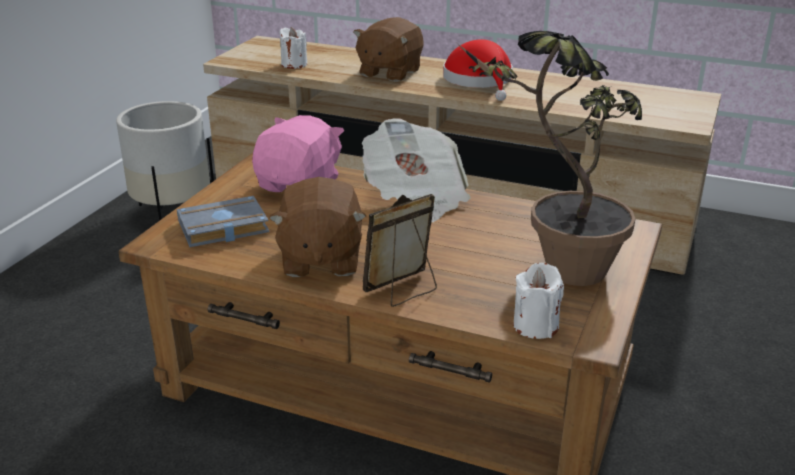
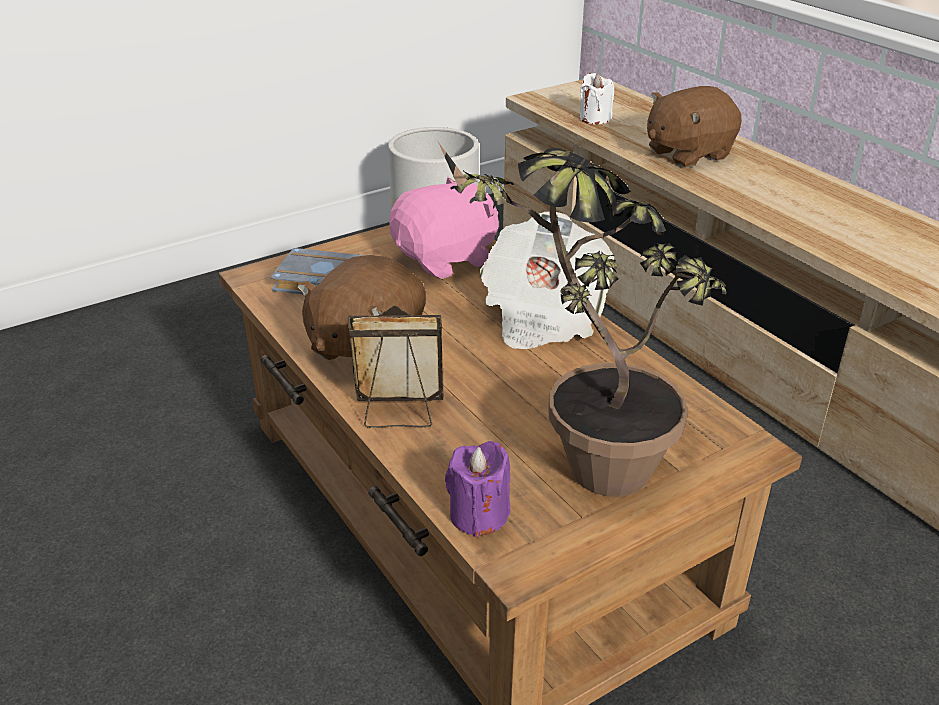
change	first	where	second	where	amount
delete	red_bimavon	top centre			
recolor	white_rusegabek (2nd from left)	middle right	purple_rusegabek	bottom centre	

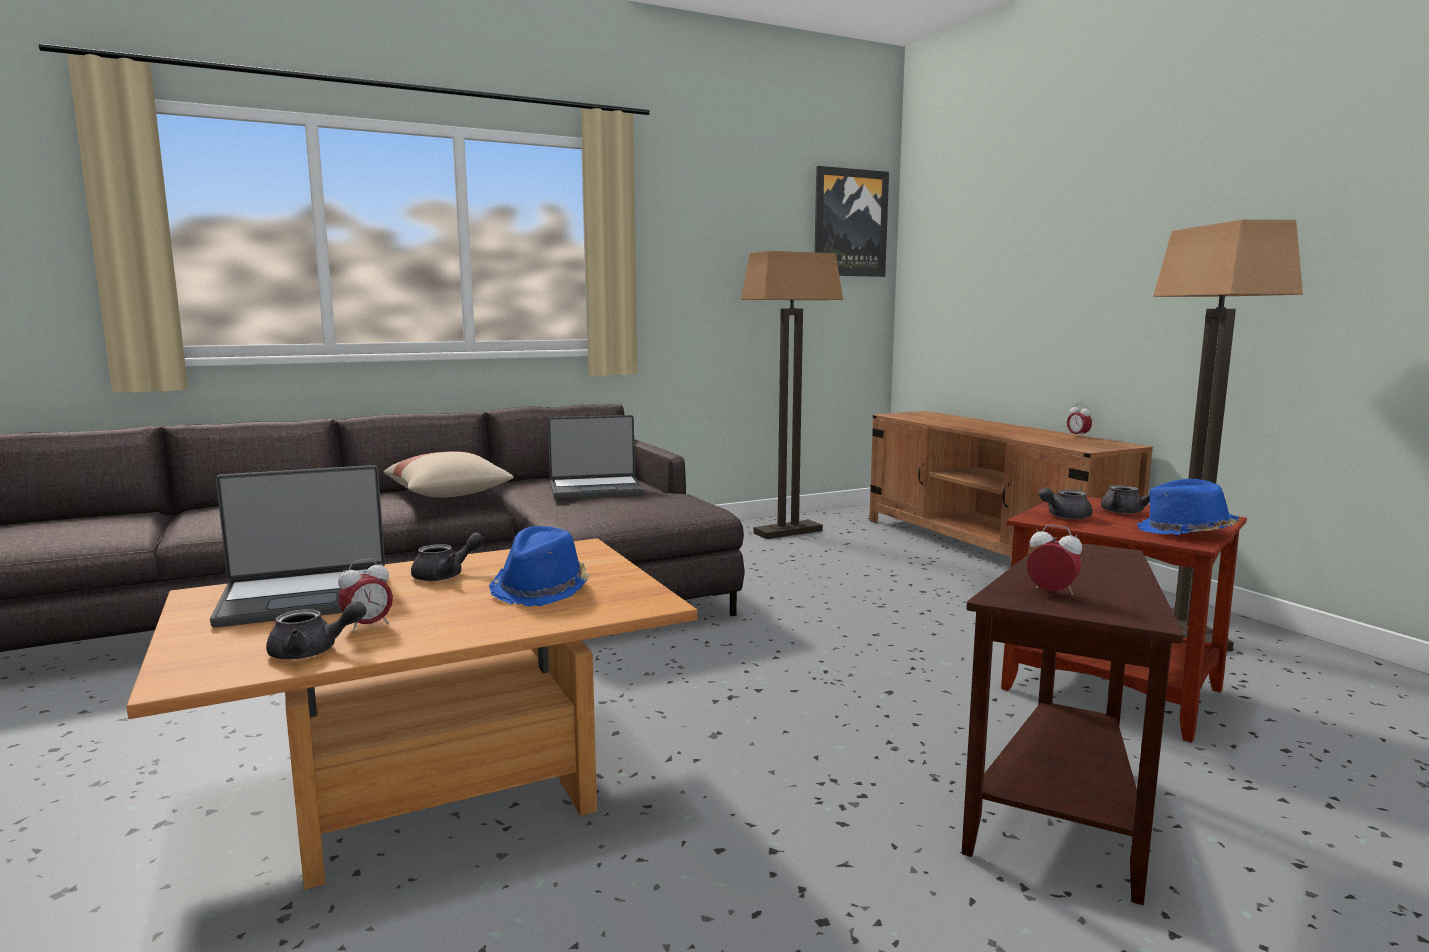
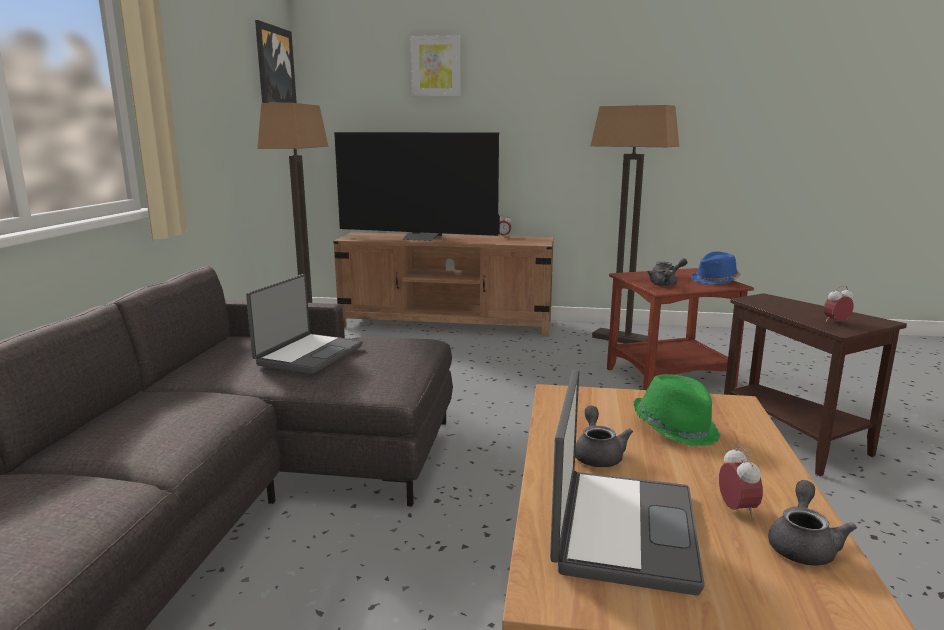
change	first	where	second	where	amount
delete	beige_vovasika	middle left			
recolor	blue_bimavon (1st from left)	centre	green_bimavon	middle right	
insert			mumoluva (2nd from left)	top centre	
insert			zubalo	top centre	

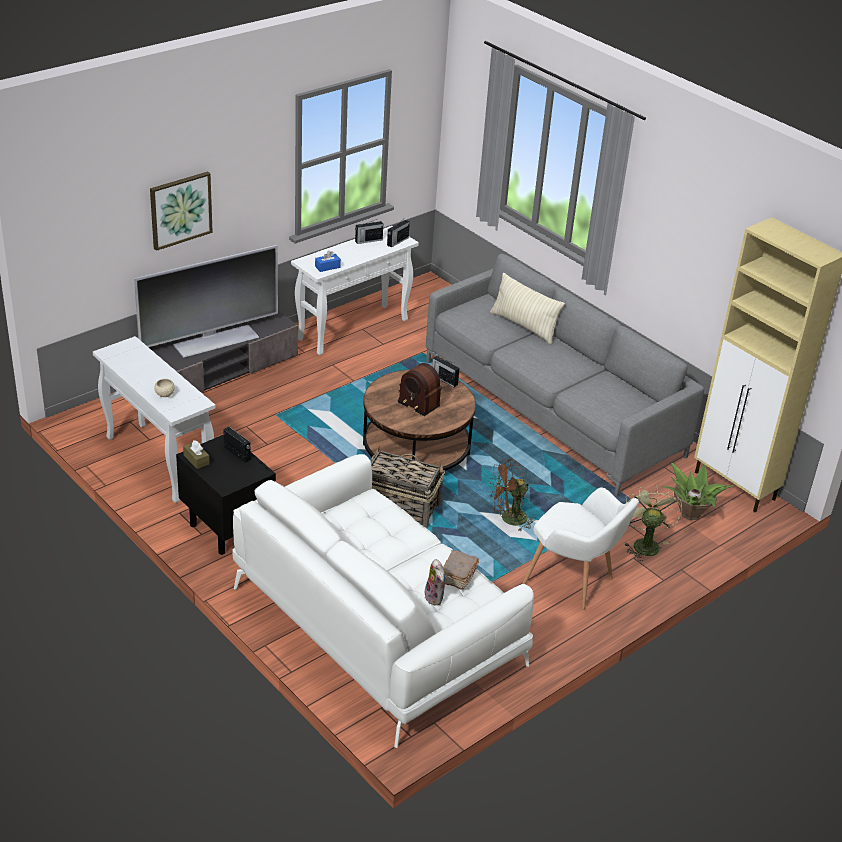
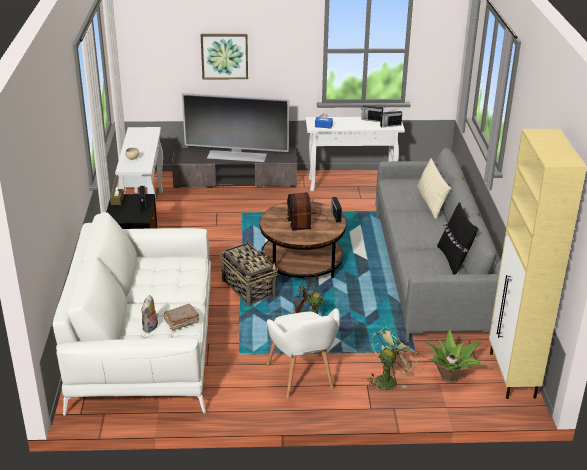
change	first	where	second	where	amount
insert			black_vovasika	middle right	

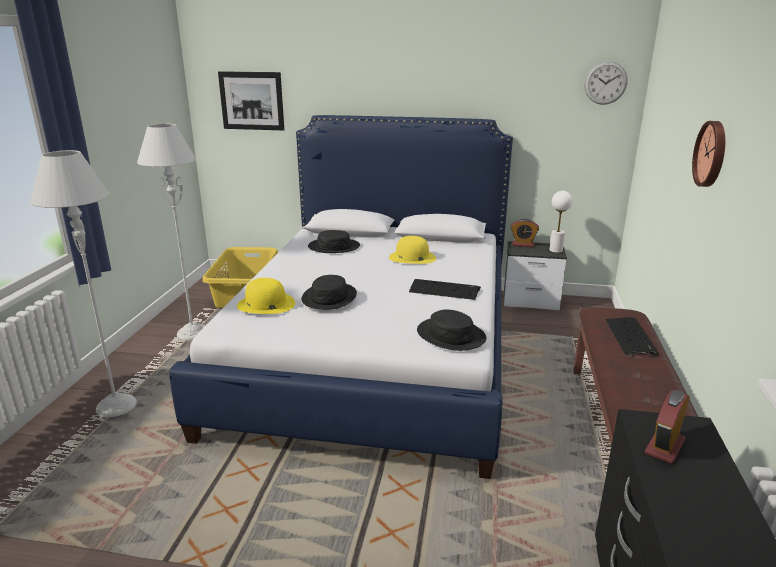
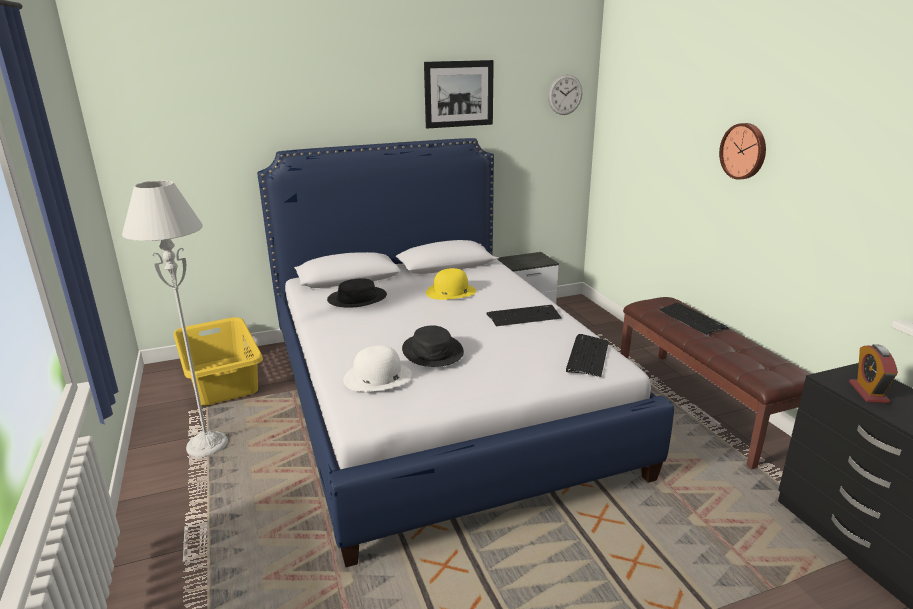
change	first	where	second	where	amount
move	mumoluva	top left		top centre	
delete	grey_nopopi (1st from left)	middle left			
delete	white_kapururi	middle right			
delete	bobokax (1st from left)	middle right			
recolor	yellow_bimavon (1st from left)	centre	white_bimavon	centre	
replace	black_bimavon (3rd from left)	centre	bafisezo (2nd from left)	centre	

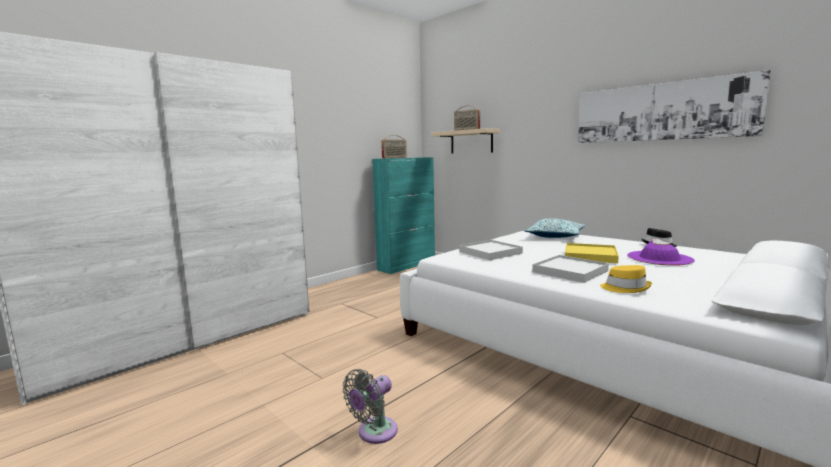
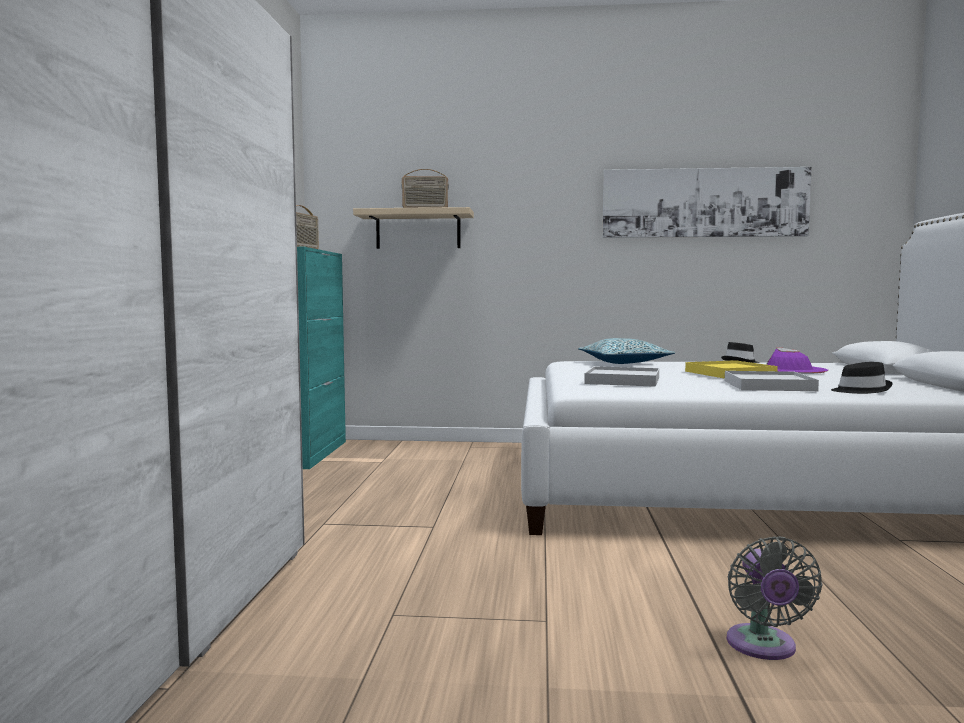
change	first	where	second	where	amount
recolor	yellow_bimavon	middle right	black_bimavon (2nd from left)	middle right	

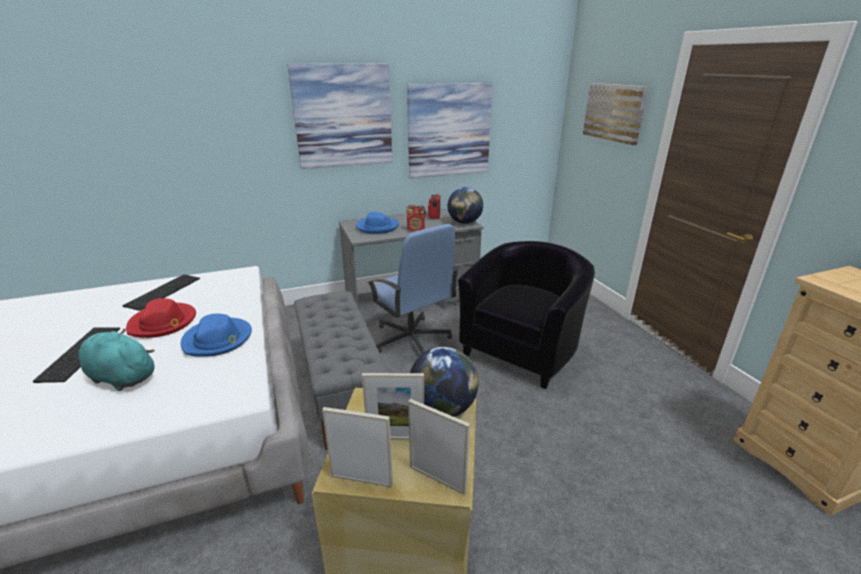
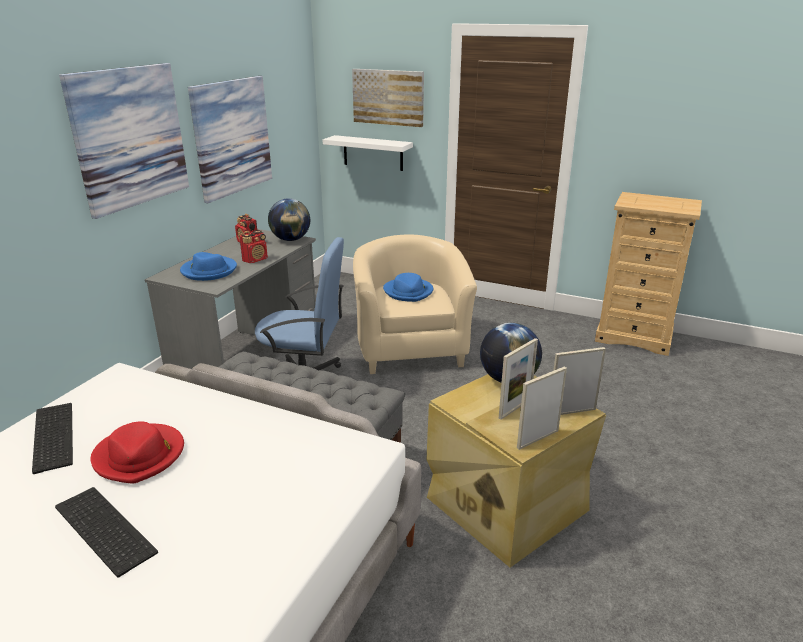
change	first	where	second	where	amount
recolor	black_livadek	centre	beige_livadek	centre	
move	blue_bimavon (1st from left in the first image)	middle left	blue_bimavon (2nd from left)	centre	
delete	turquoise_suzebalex	middle left			
insert			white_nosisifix	top centre	

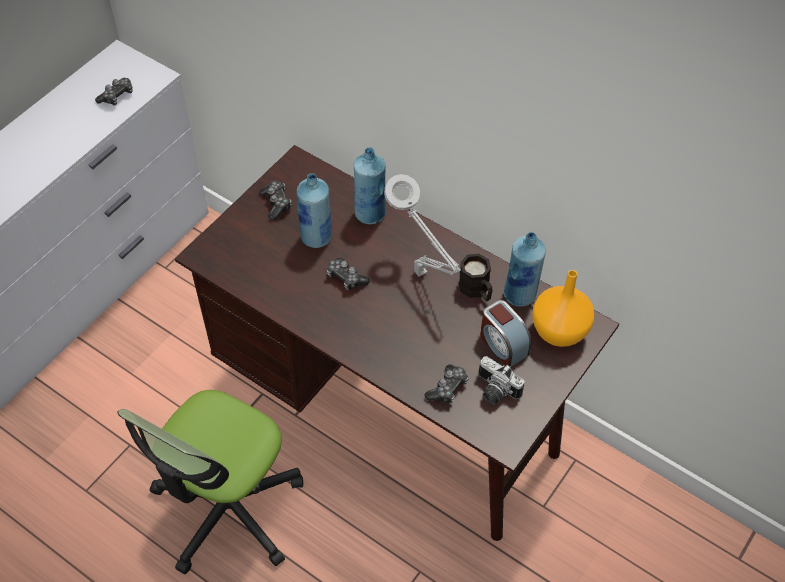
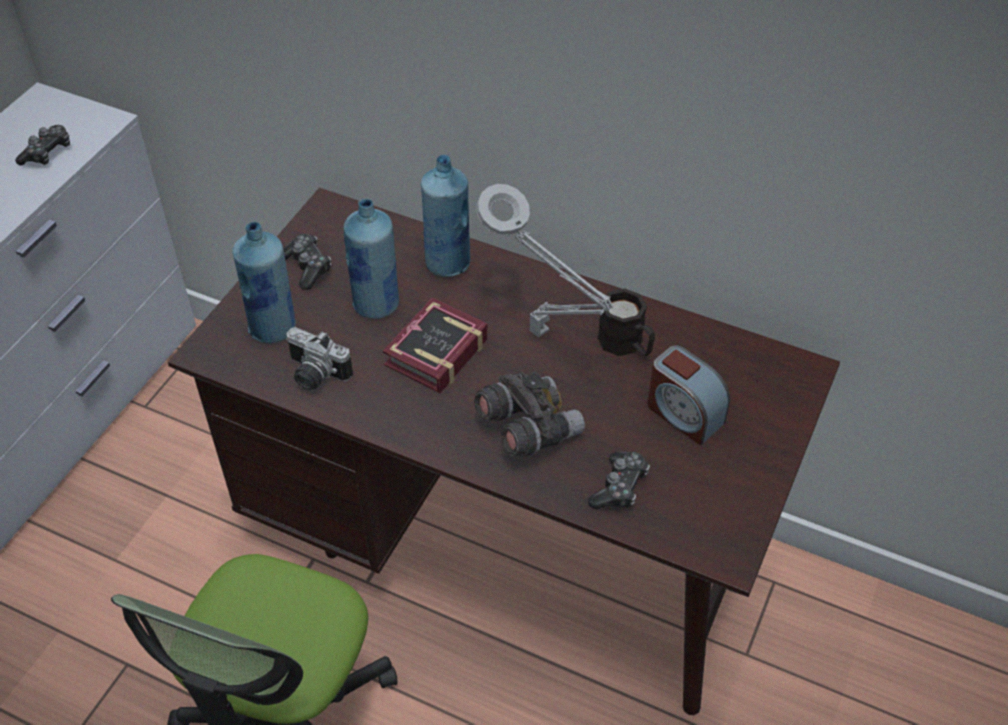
change	first	where	second	where	amount
move	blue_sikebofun (3rd from left in the first image)	middle right	blue_sikebofun (1st from left)	middle left	
replace	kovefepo (3rd from left)	centre	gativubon	centre	
delete	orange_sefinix	middle right			
move	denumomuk	centre		middle left	
insert			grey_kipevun	centre	

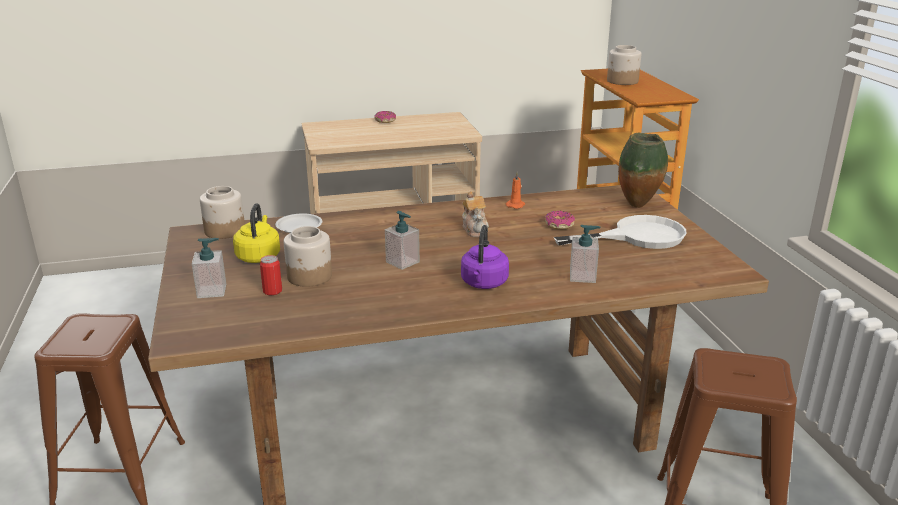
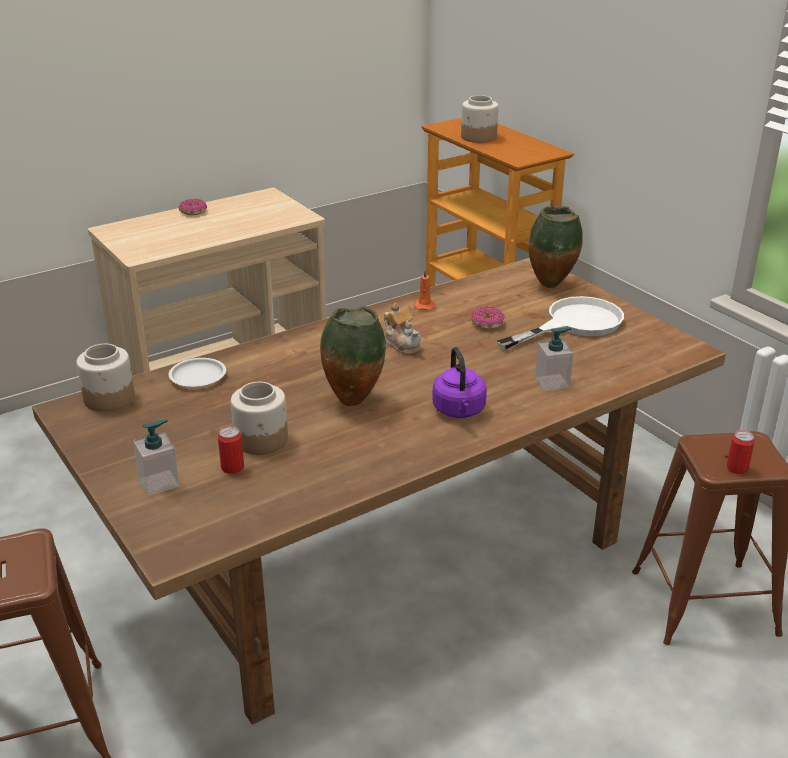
change	first	where	second	where	amount
delete	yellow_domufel	middle left			
replace	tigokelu (2nd from left)	centre	sefinix (1st from left)	centre	
insert			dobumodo (2nd from left)	middle right	

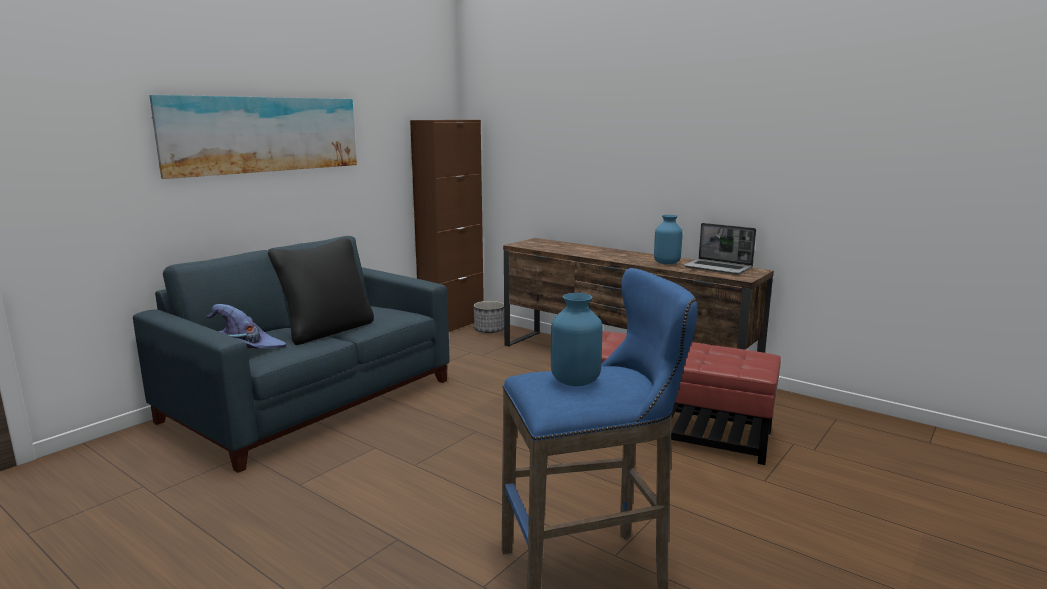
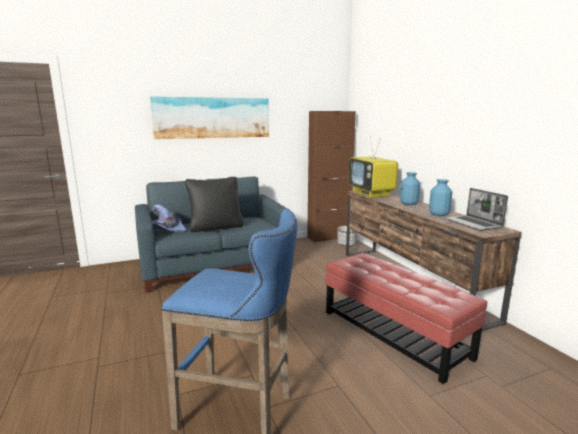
change	first	where	second	where	amount
move	blue_sefinix (1st from left)	centre		middle right	
insert			zubalo	centre	

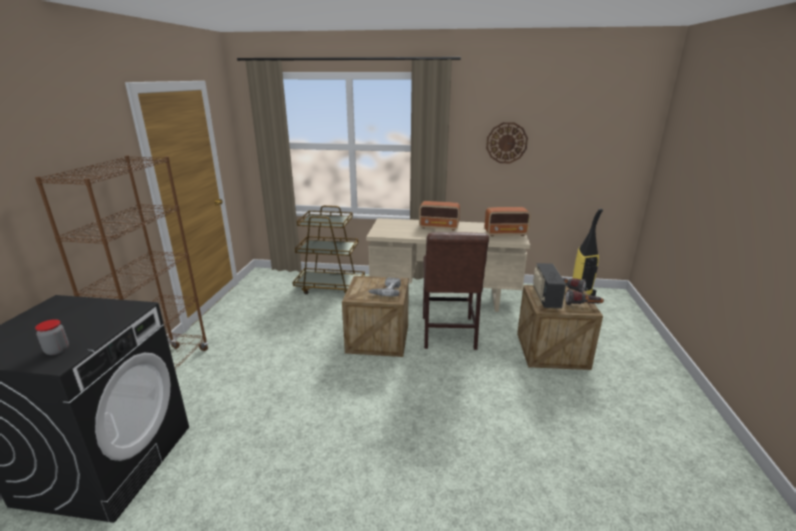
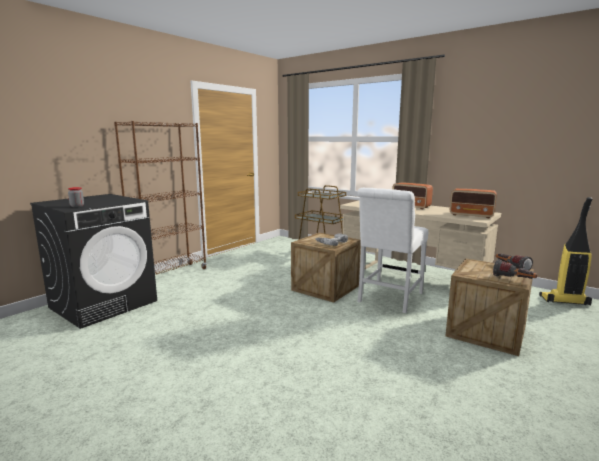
change	first	where	second	where	amount
delete	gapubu	top centre			
recolor	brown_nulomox	centre	white_nulomox	centre	
delete	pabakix (3rd from left)	middle right			

